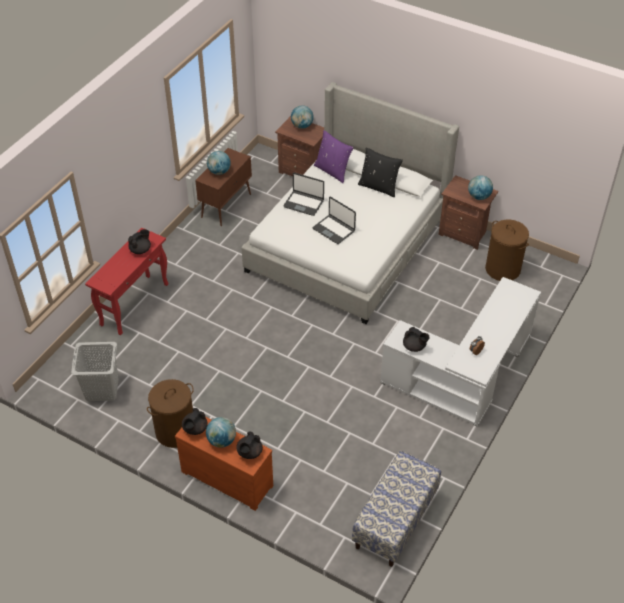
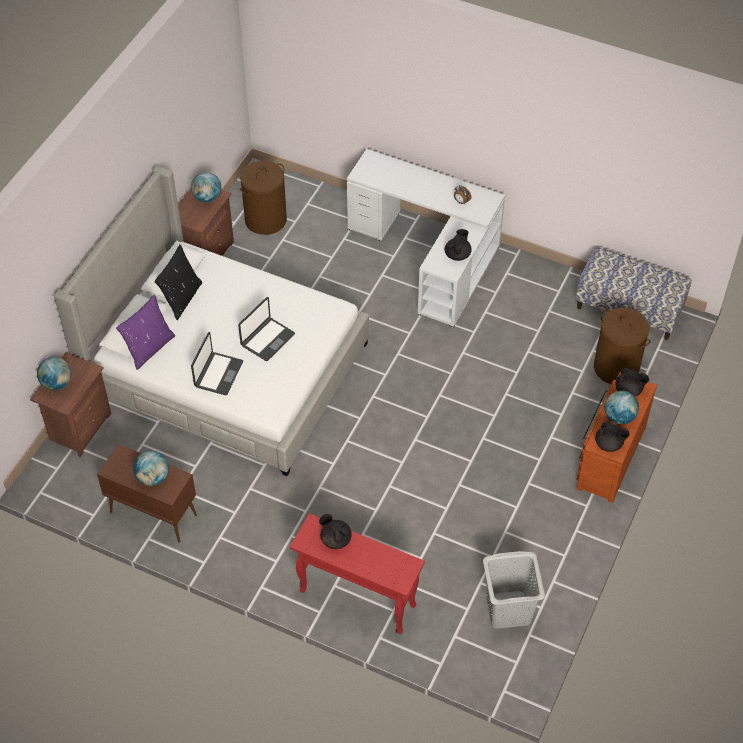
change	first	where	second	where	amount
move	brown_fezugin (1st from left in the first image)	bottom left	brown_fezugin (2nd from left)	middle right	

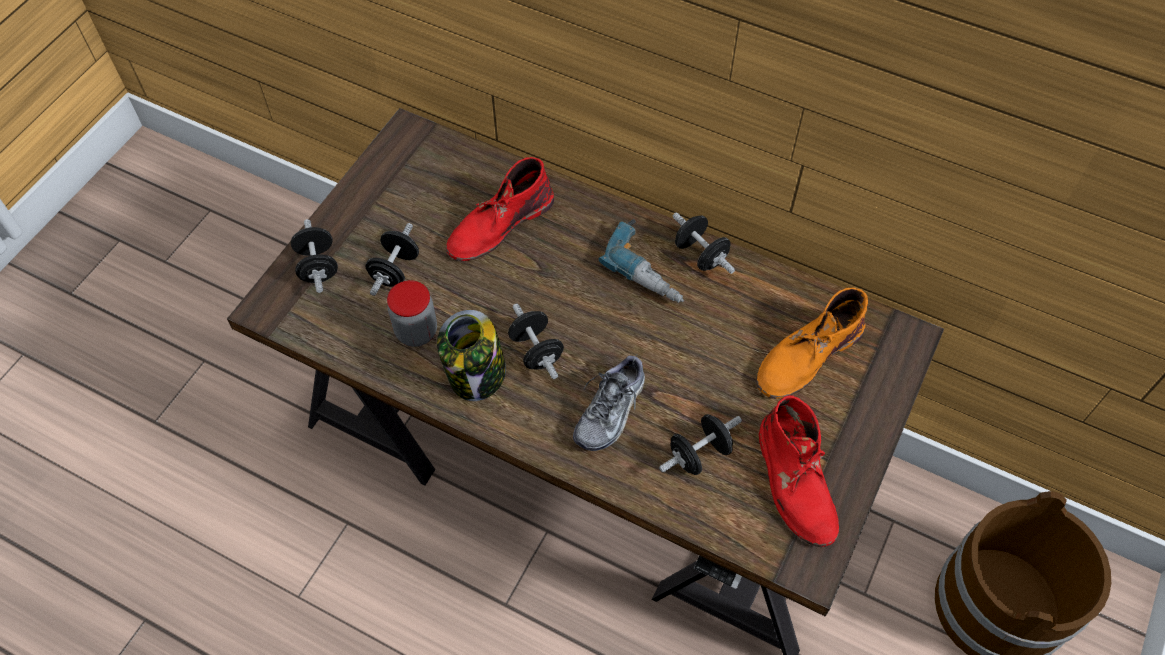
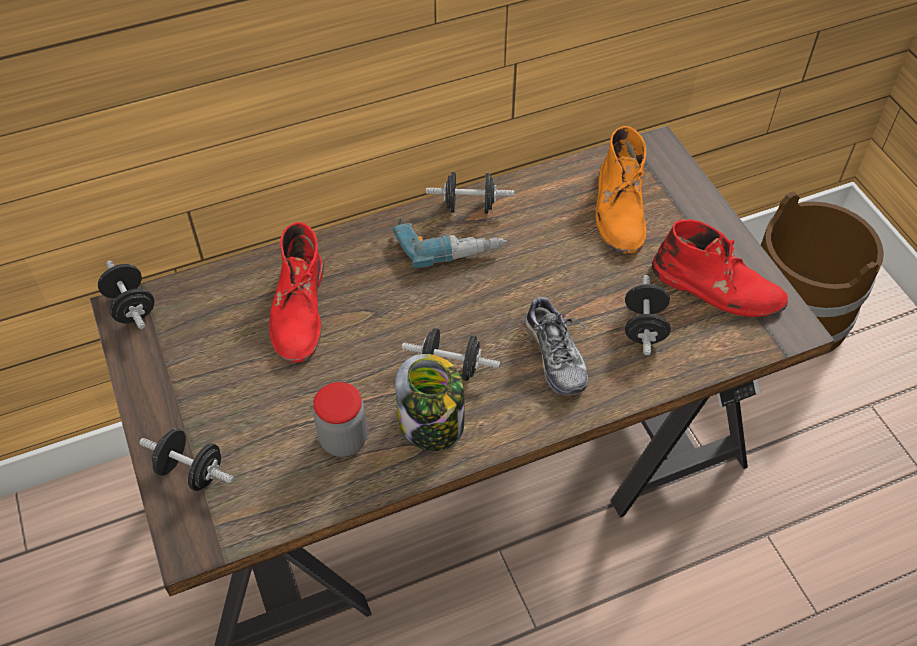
change	first	where	second	where	amount
move	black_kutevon (2nd from left in the first image)	centre	black_kutevon (1st from left)	middle left	

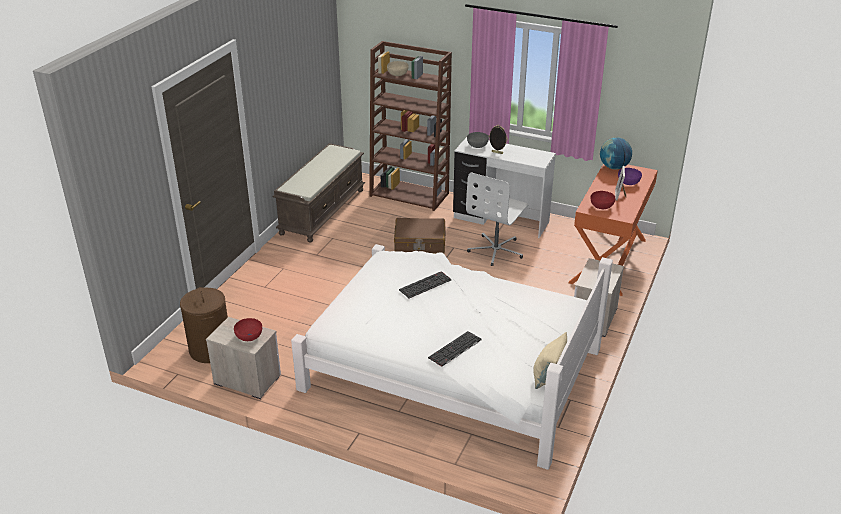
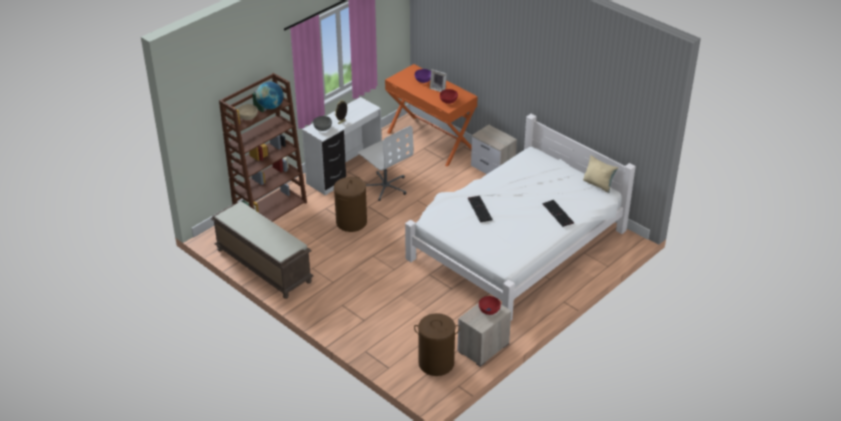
change	first	where	second	where	amount
move	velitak	top right		top left	
replace	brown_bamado	centre	brown_fezugin (1st from left)	centre	

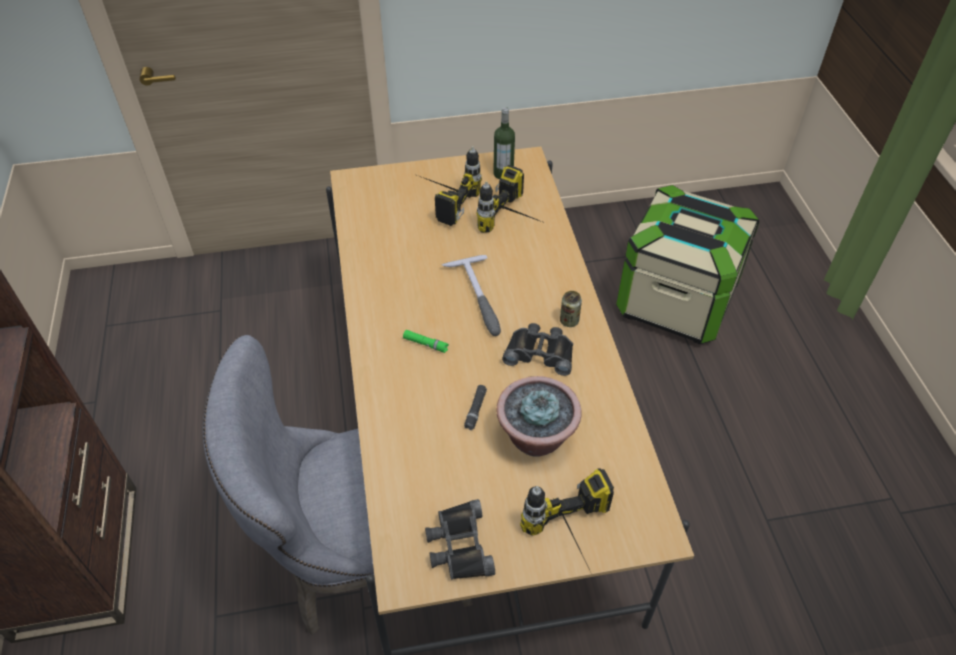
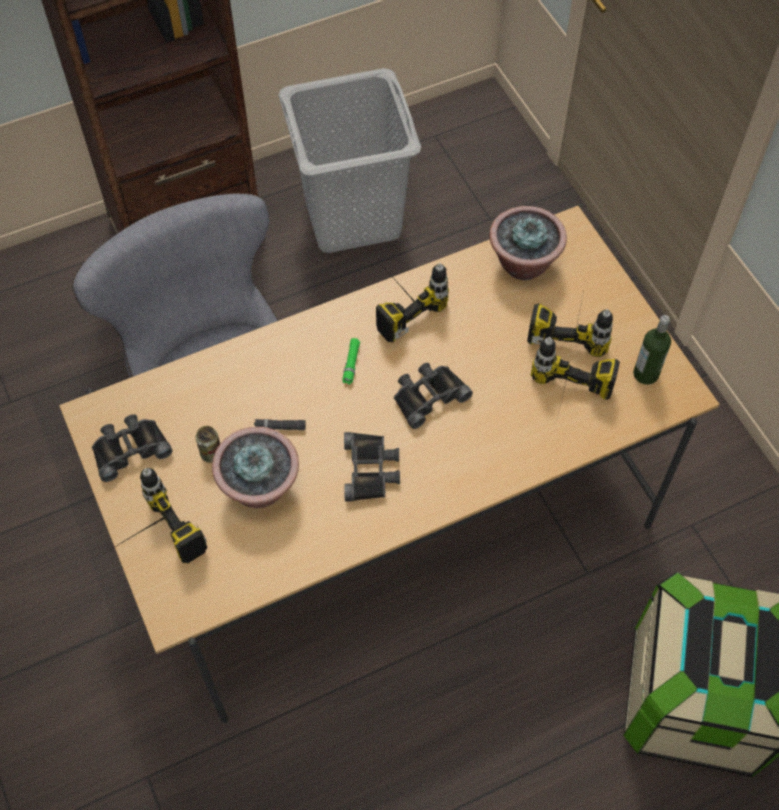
change	first	where	second	where	amount
replace	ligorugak	centre	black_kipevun (3rd from left)	centre	
move	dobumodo	centre		middle left	
insert			grey_fezugin	top centre	
insert			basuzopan (2nd from left)	top right	
insert			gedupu (2nd from left)	centre	

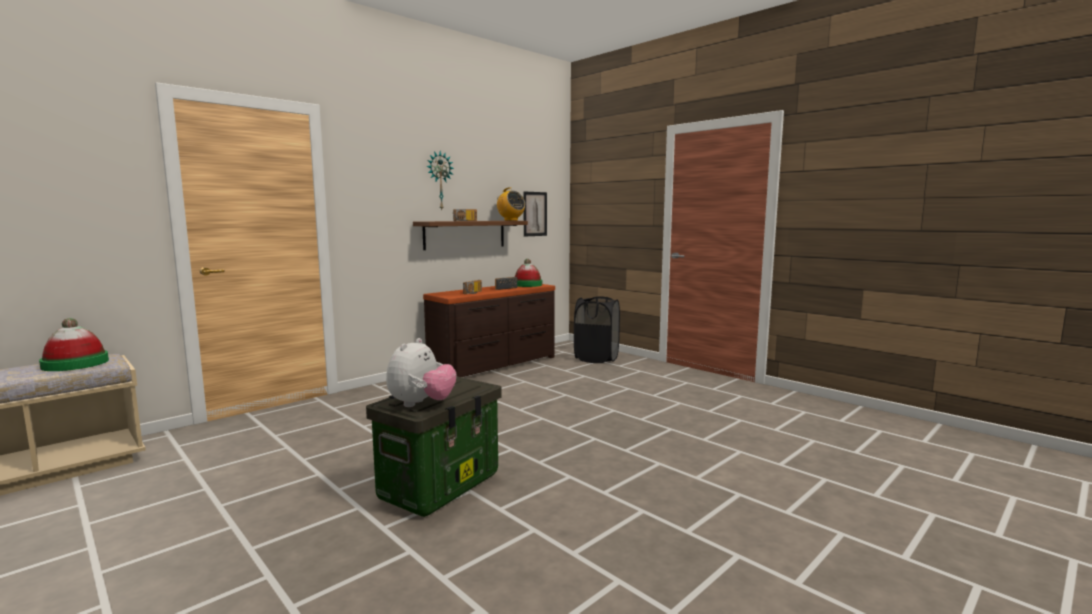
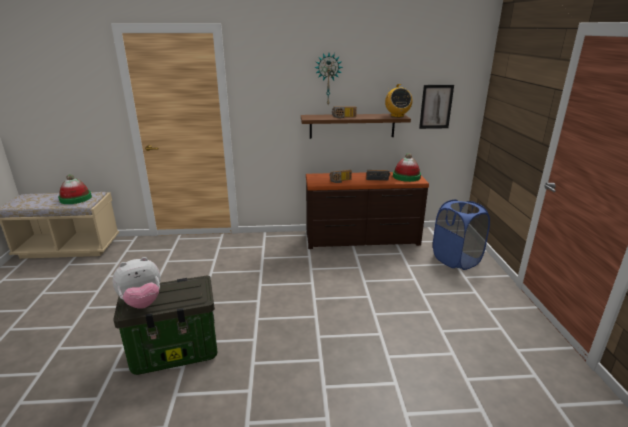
change	first	where	second	where	amount
recolor	black_fezugin	centre	blue_fezugin	middle right	

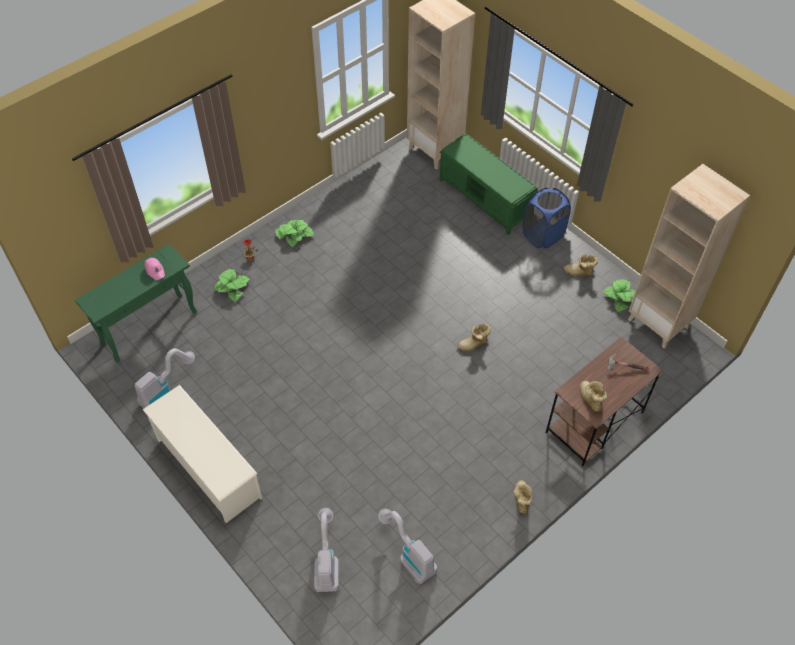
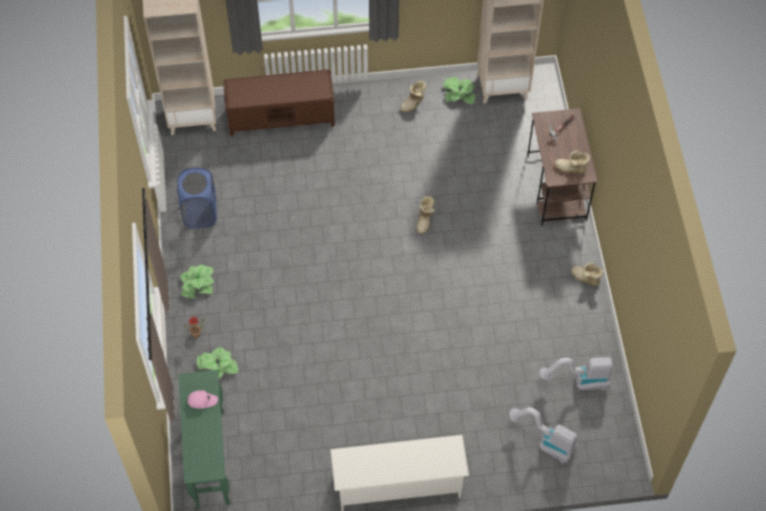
change	first	where	second	where	amount
recolor	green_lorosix	top centre	brown_lorosix	top centre	
move	blue_fezugin	middle right		middle left	
delete	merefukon (1st from left)	middle left			

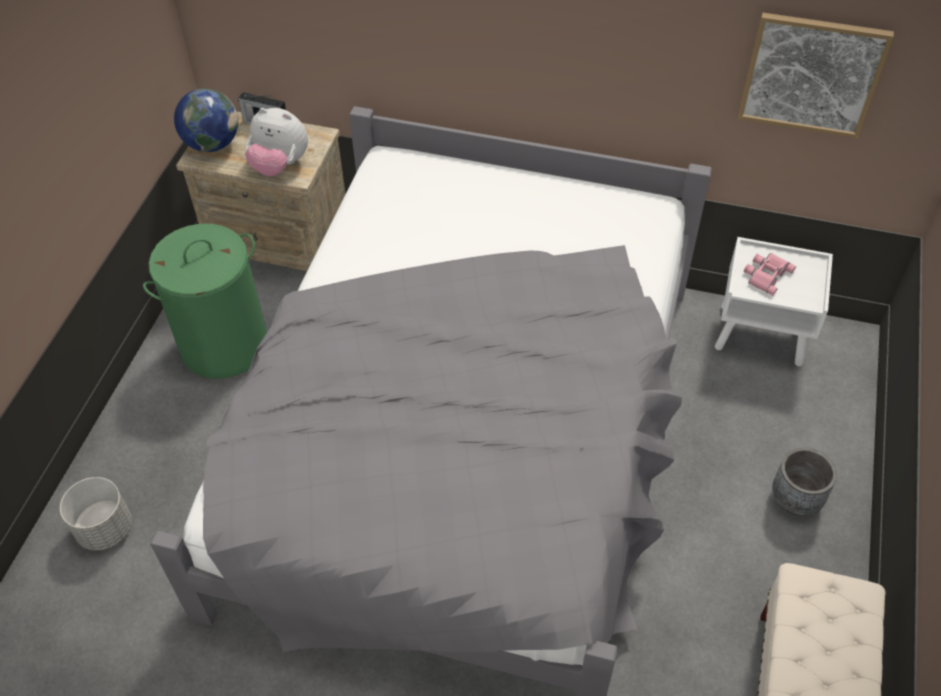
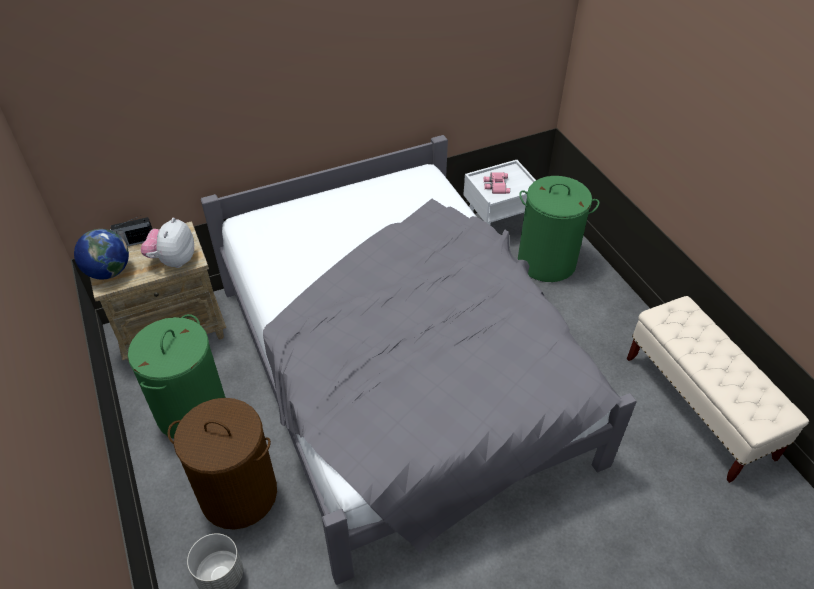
change	first	where	second	where	amount
delete	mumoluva	top right			
rotate	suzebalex	top left		middle left	120 degrees clockwise
delete	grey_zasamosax (2nd from left)	bottom right			
insert			green_fezugin (2nd from left)	middle right	
insert			brown_fezugin	bottom left	

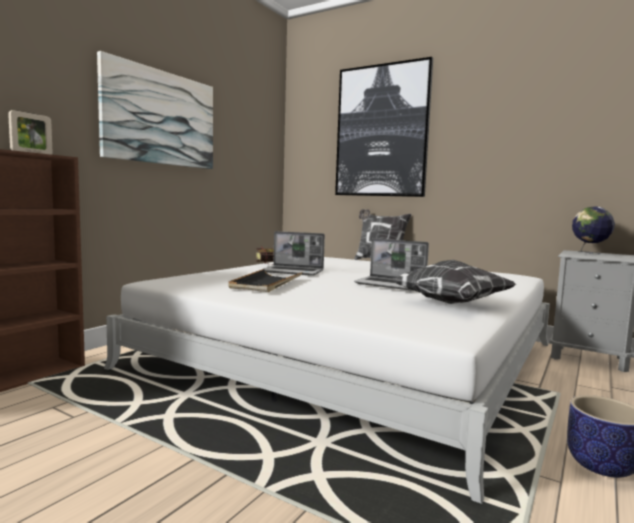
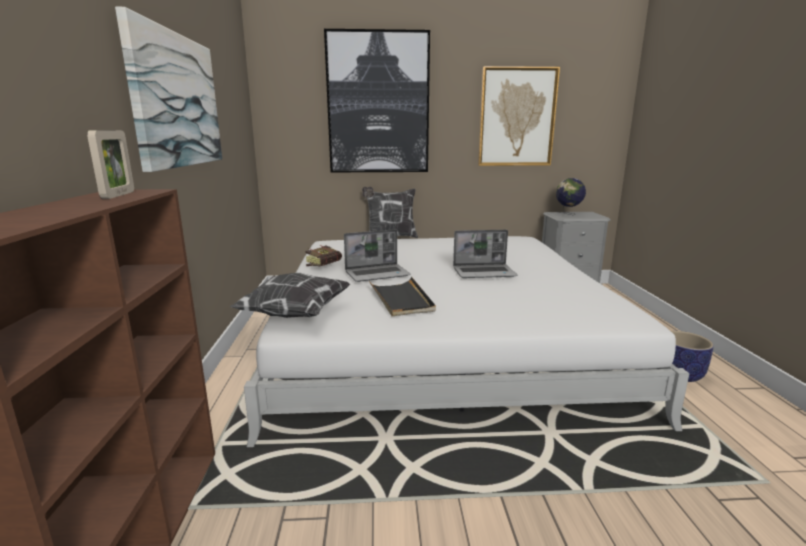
change	first	where	second	where	amount
move	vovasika (2nd from left in the first image)	middle right	vovasika (1st from left)	centre	
insert			mumoluva (3rd from left)	top centre	

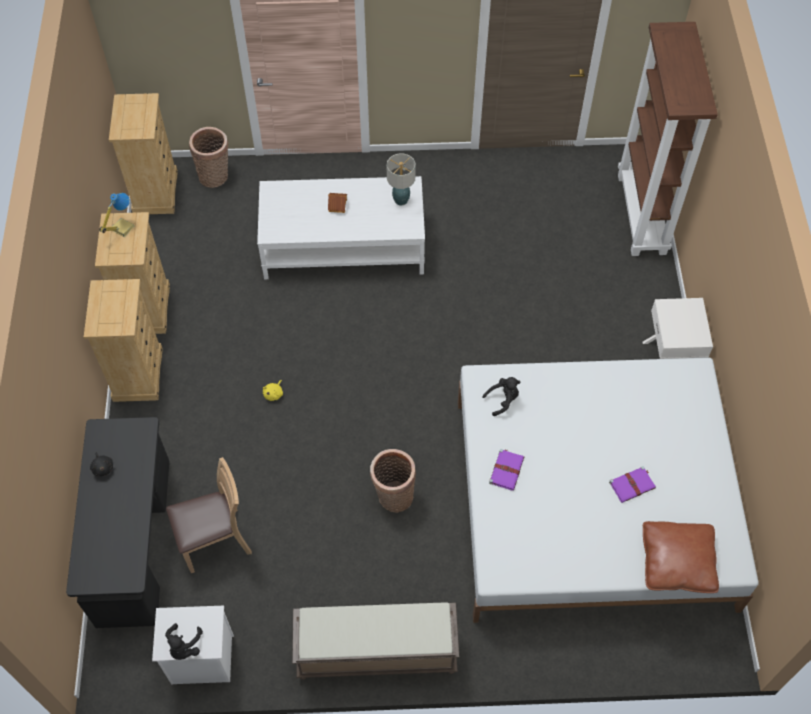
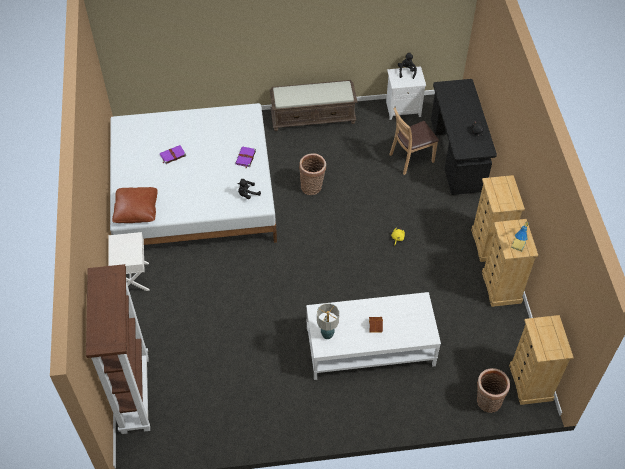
change	first	where	second	where	amount
move	brown_vovasika	bottom right		middle left	

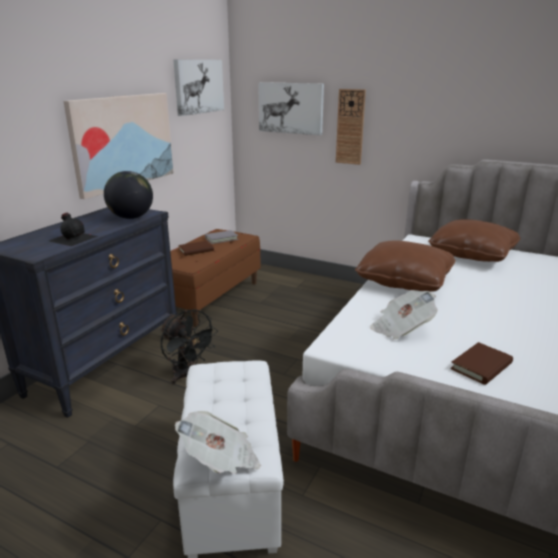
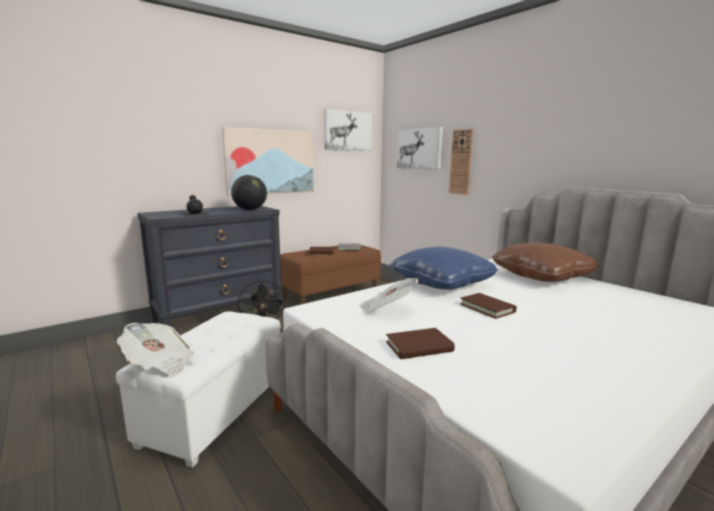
change	first	where	second	where	amount
recolor	brown_vovasika (1st from left)	middle right	blue_vovasika	centre	
insert			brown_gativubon (3rd from left)	middle right	

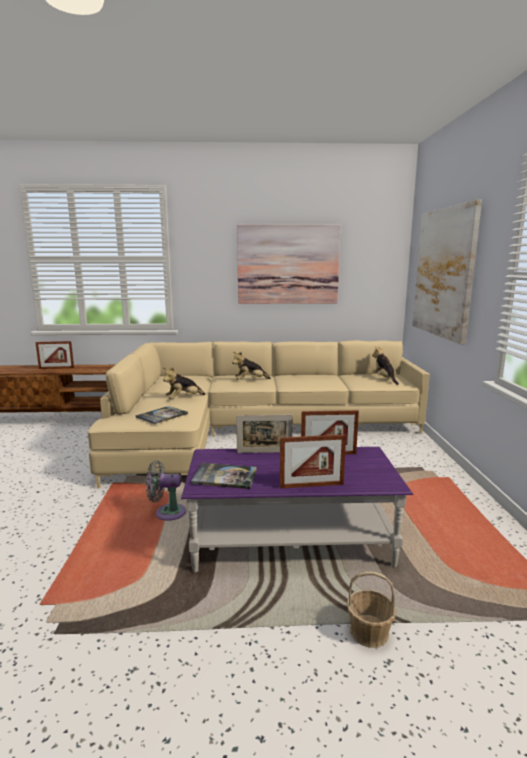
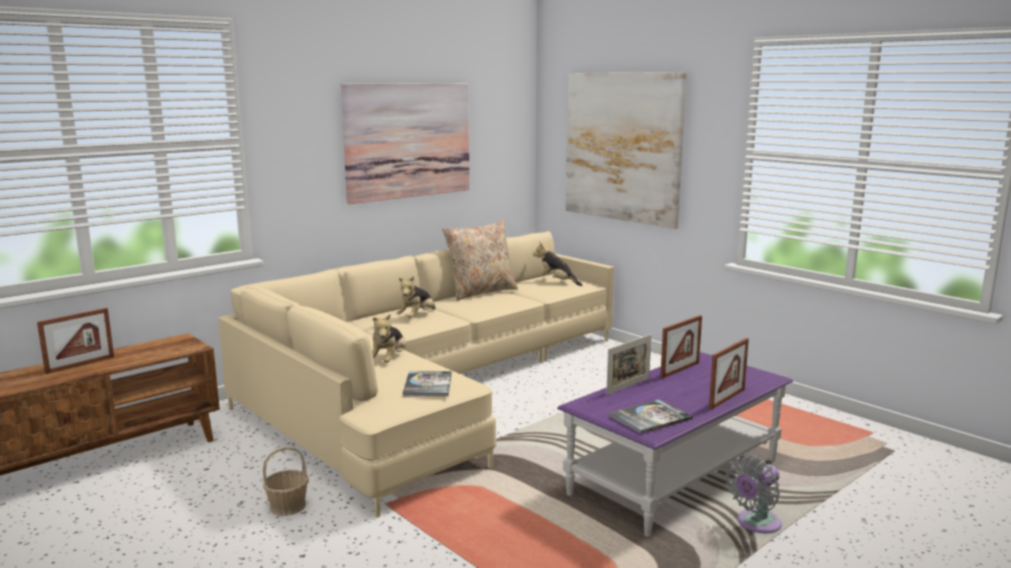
change	first	where	second	where	amount
move	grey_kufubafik	middle left		bottom right	
move	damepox	bottom right		bottom left	
insert			beige_vovasika	centre	

